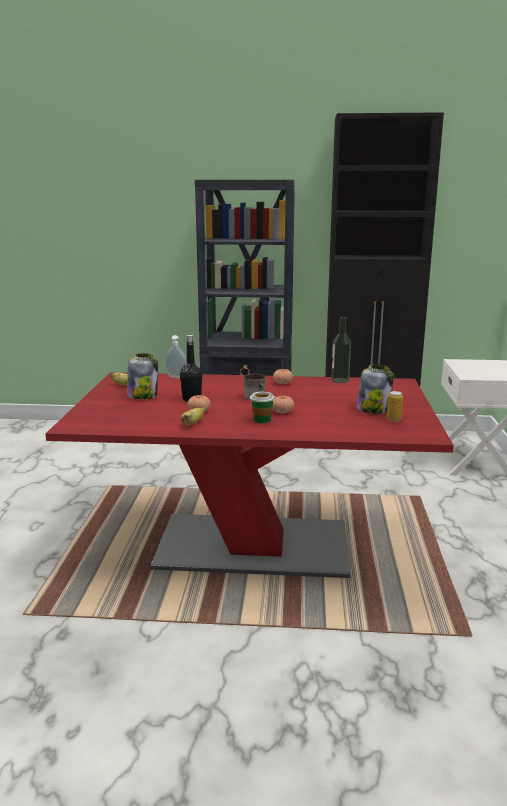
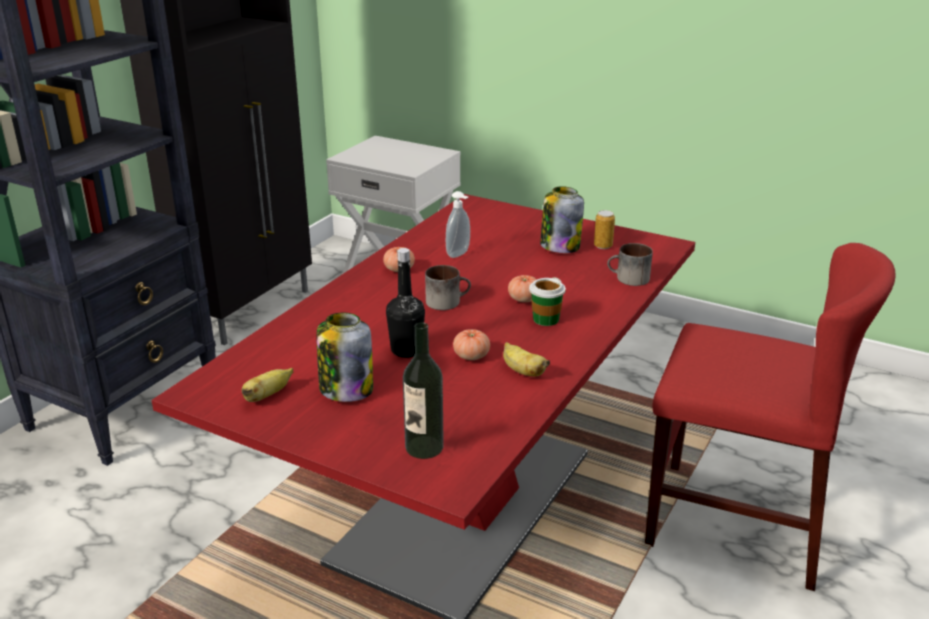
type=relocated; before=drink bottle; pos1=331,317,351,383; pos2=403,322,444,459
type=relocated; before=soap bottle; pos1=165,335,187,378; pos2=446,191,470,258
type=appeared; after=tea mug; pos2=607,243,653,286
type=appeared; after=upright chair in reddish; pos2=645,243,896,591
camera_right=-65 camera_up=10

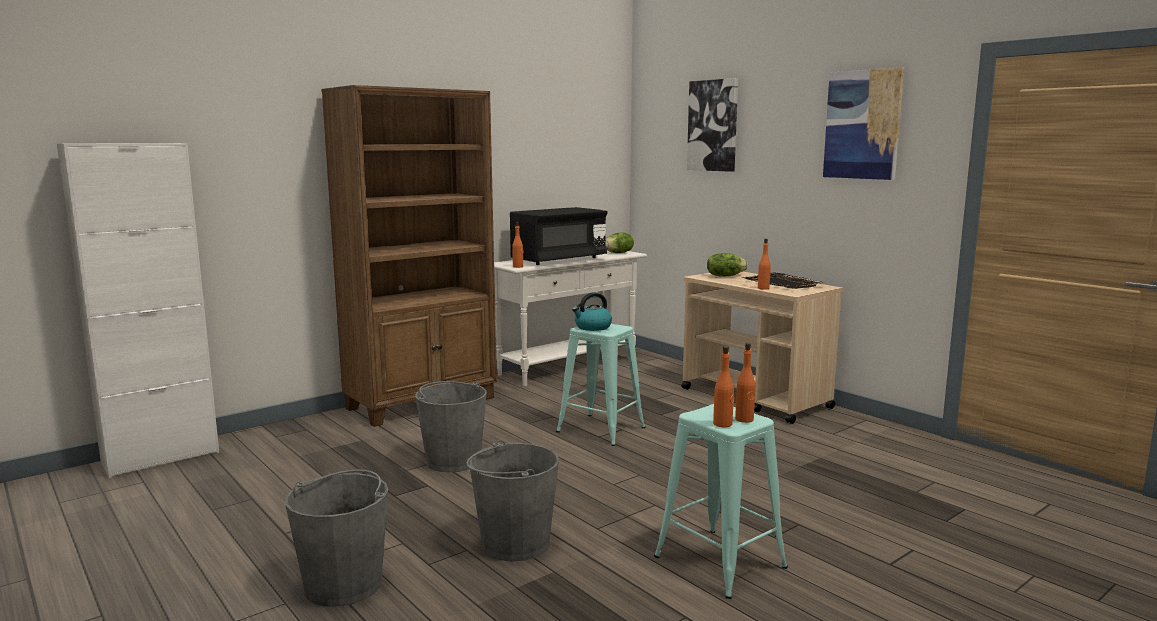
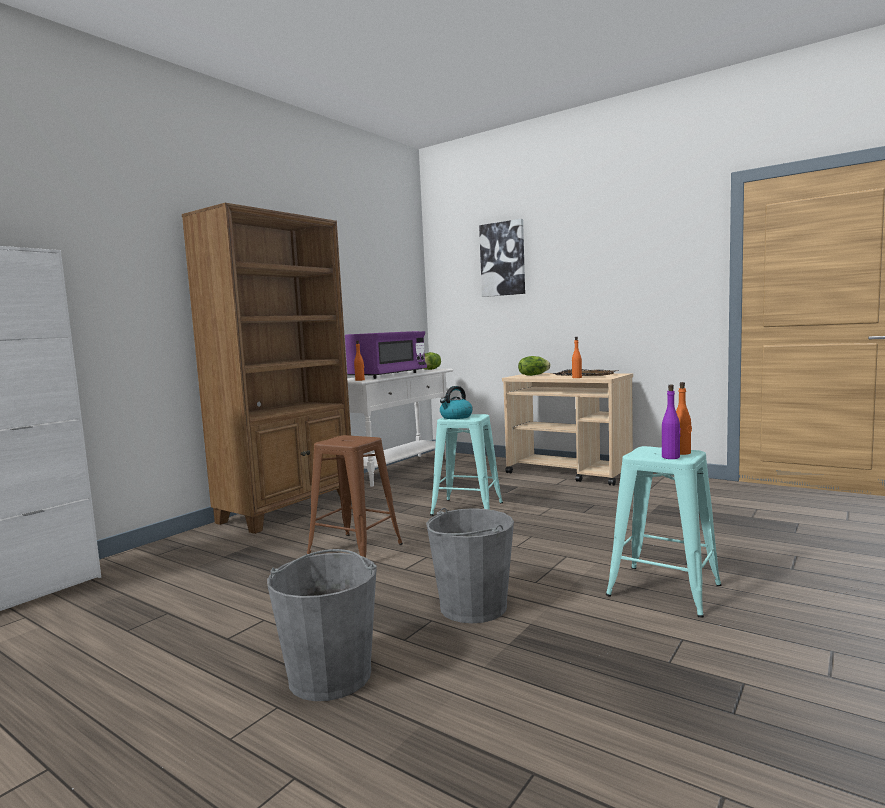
type=exchanged; before=bucket in greyish; after=sitting stool in brown; pos1=415,381,487,472; pos2=306,435,403,557
type=colour; before=microwave in black-coloured; after=microwave in purple-coloured; pos1=510,207,607,265; pos2=345,331,427,379
type=colour; before=drink bottle in orangey; after=drink bottle in purple-coloured; pos1=713,346,734,427; pos2=662,384,681,459
type=missing; before=picture; pos1=823,67,904,180
camera_right=-15 camera_up=-5

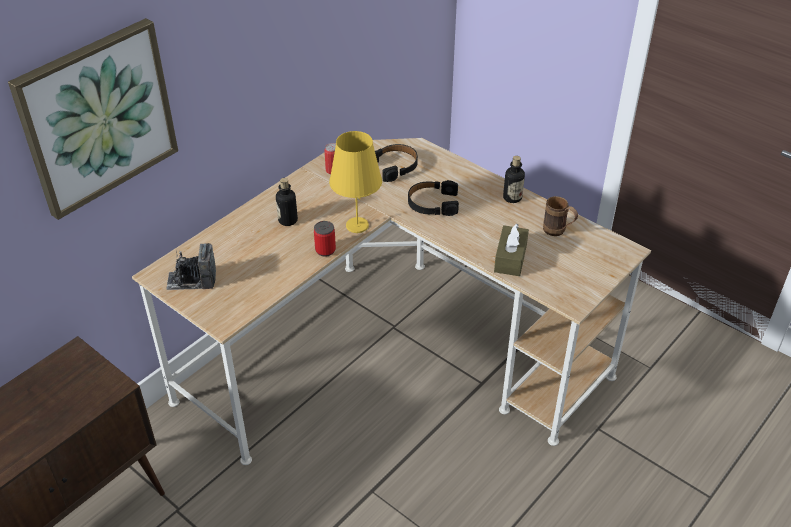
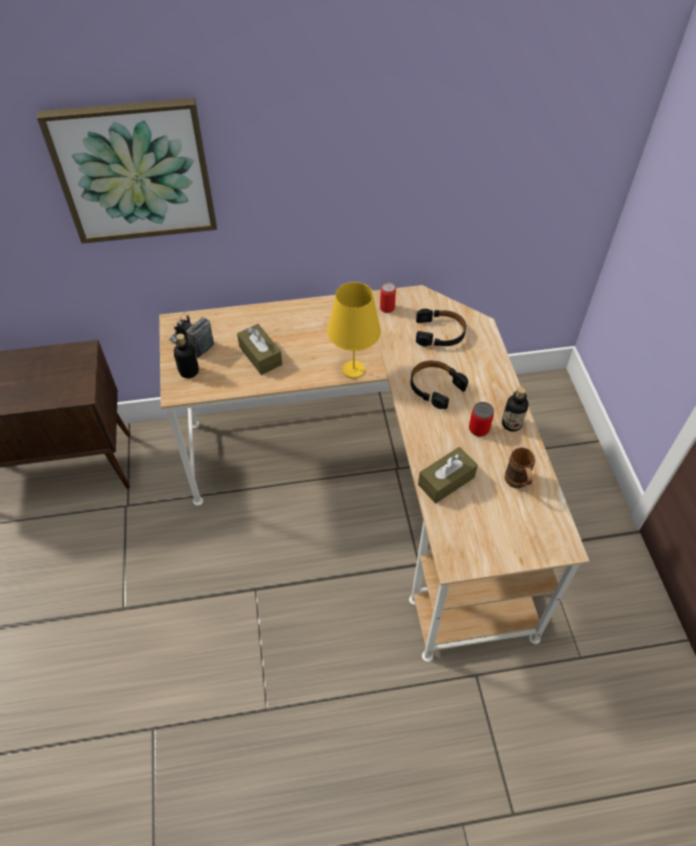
type=relocated; before=drink bottle; pos1=276,178,298,226; pos2=174,334,199,378
type=appeared; after=box of tissues in brown; pos2=237,324,282,375
type=relocated; before=metal can; pos1=314,221,336,257; pos2=469,402,494,437
camera_right=40 camera_up=10

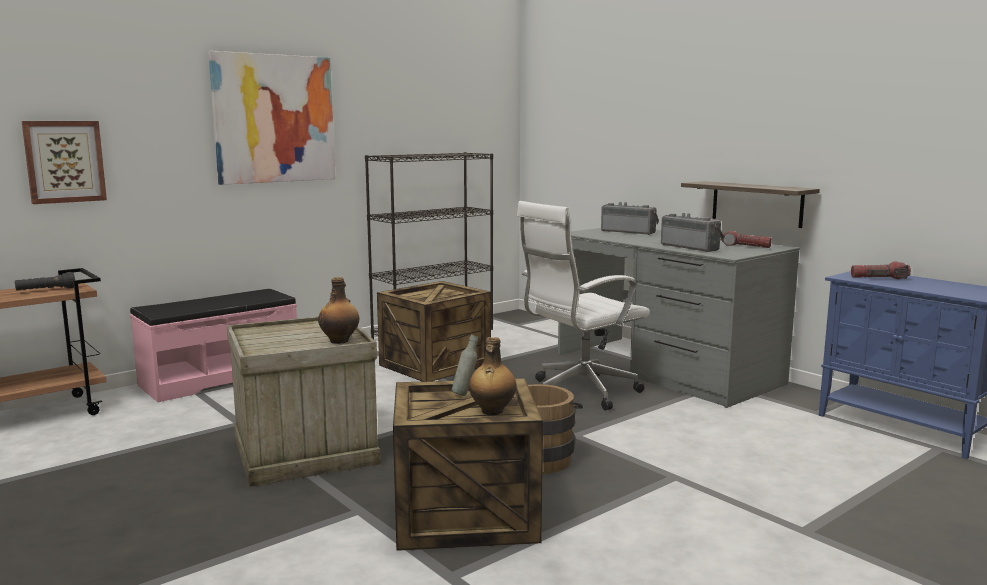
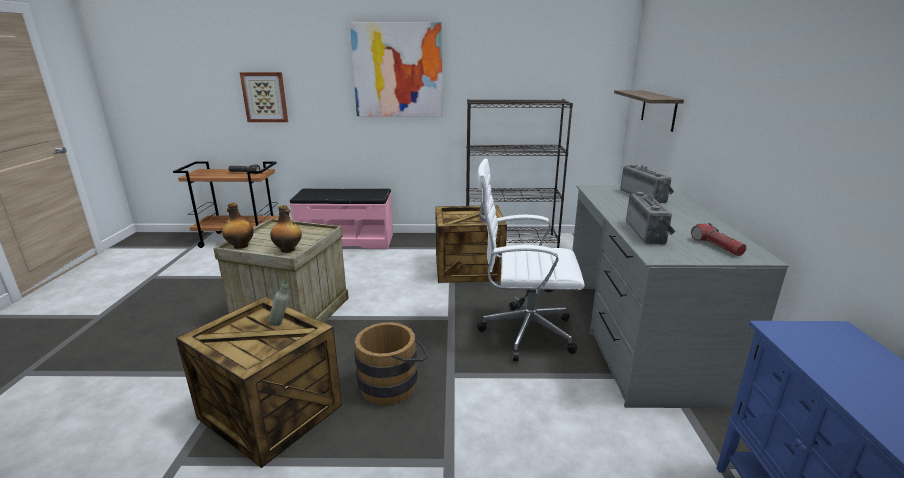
type=relocated; before=drink bottle; pos1=469,337,517,415; pos2=222,202,254,249
type=relocated; before=bracket shelf; pos1=681,181,820,228; pos2=614,90,684,132
type=missing; before=hand torch; pos1=851,262,911,279
camera_right=40 camera_up=10

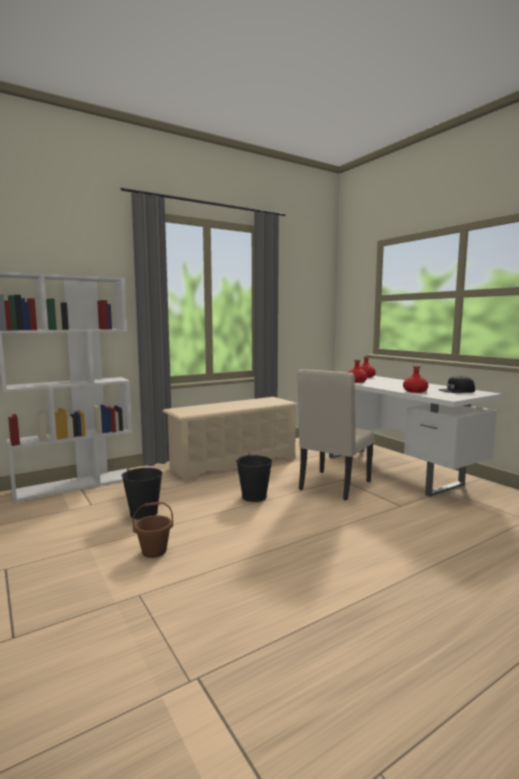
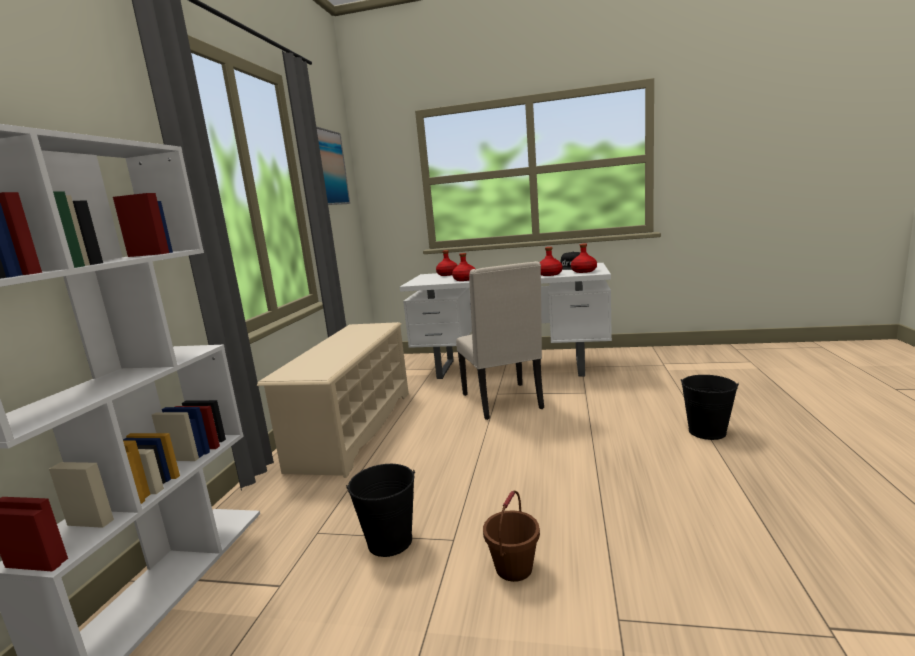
type=appeared; after=picture; pos2=316,126,350,205
type=appeared; after=drink bottle in reddish; pos2=571,244,597,273
type=relocated; before=bucket in black-coloured; pos1=236,454,272,502; pos2=681,375,739,440
camera_right=-45 camera_up=5

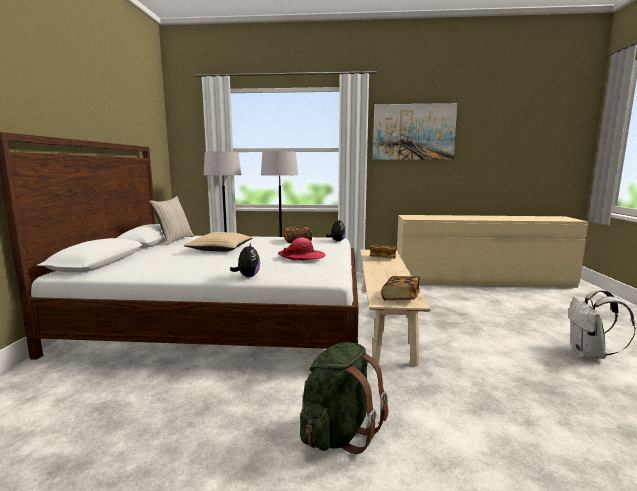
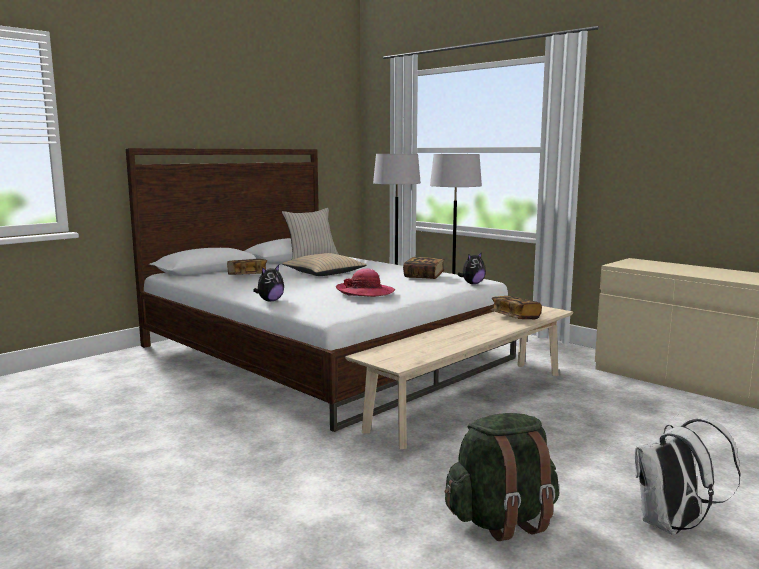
type=relocated; before=bound book; pos1=381,276,420,301; pos2=227,259,267,275
type=relocated; before=rucksack in green; pos1=300,342,388,454; pos2=444,413,559,541
type=missing; before=picture; pos1=373,103,457,160
camera_right=40 camera_up=0

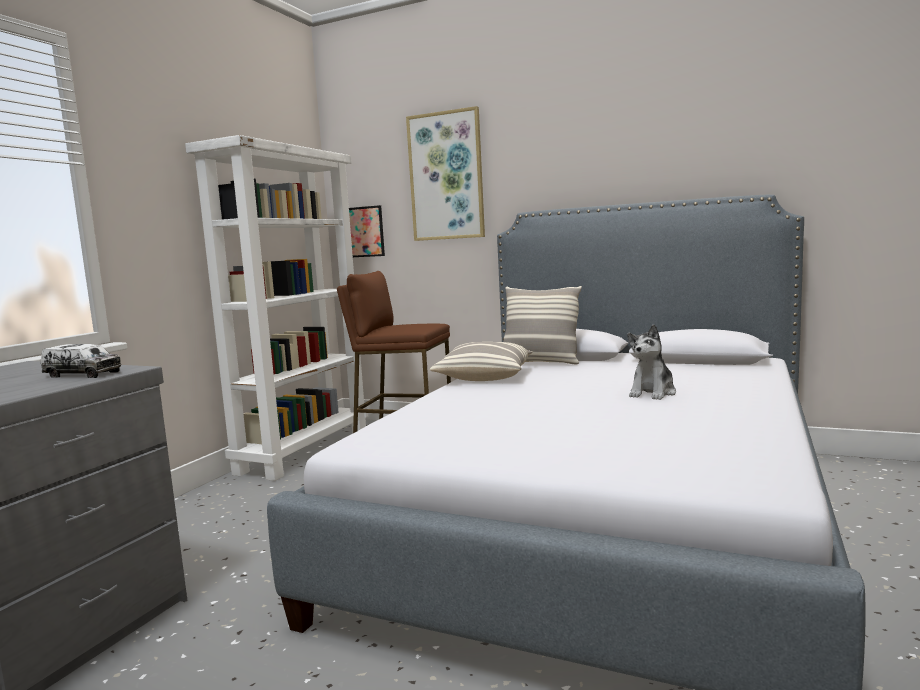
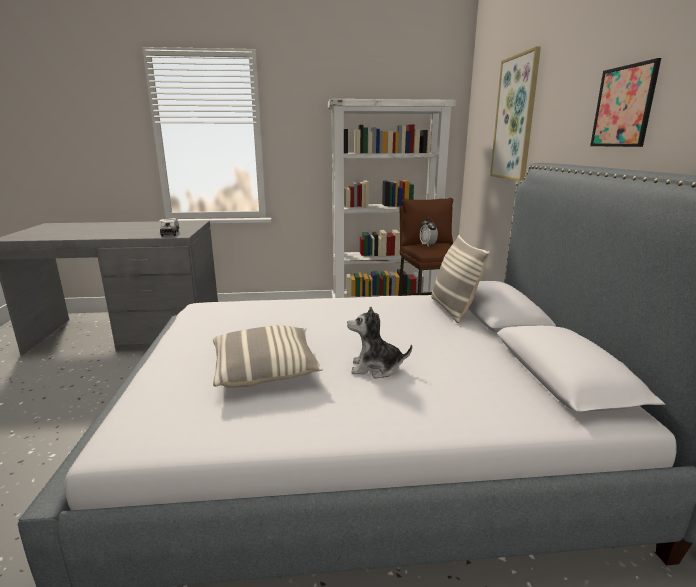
type=relocated; before=throw pillow; pos1=430,342,533,381; pos2=213,325,323,388
type=appeared; after=bedside clock; pos2=420,218,438,246
type=relocated; before=picture; pos1=349,205,385,257; pos2=590,58,661,147
camera_right=60 camera_up=10

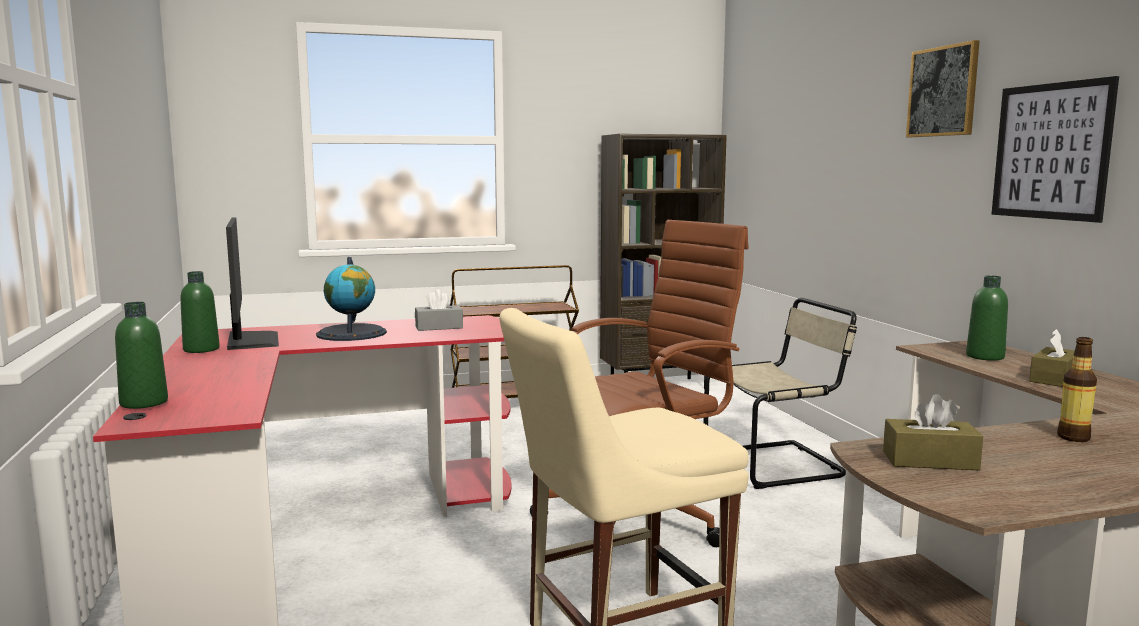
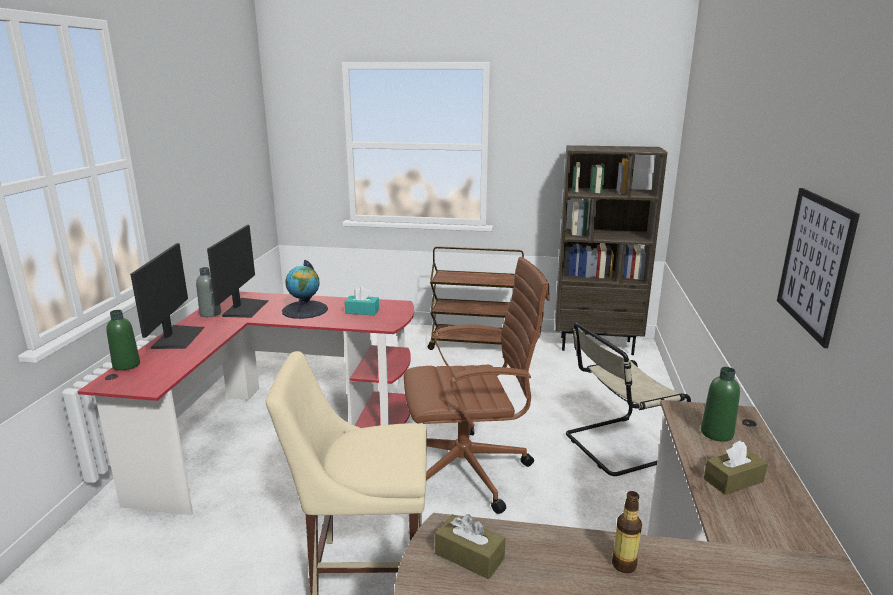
type=appeared; after=computer screen; pos2=130,243,205,349
type=colour; before=drink bottle in green; after=drink bottle in greyish; pos1=180,271,220,353; pos2=196,267,221,317
type=colour; before=box of tissues in greyish; after=box of tissues in turquoise-coloured; pos1=415,289,463,331; pos2=345,286,379,315
type=spun; before=upright chair in beige; pos1=703,298,857,489; pos2=566,322,691,476; turn=150
type=missing; before=picture; pos1=906,40,980,137
camera_right=25 camera_up=10

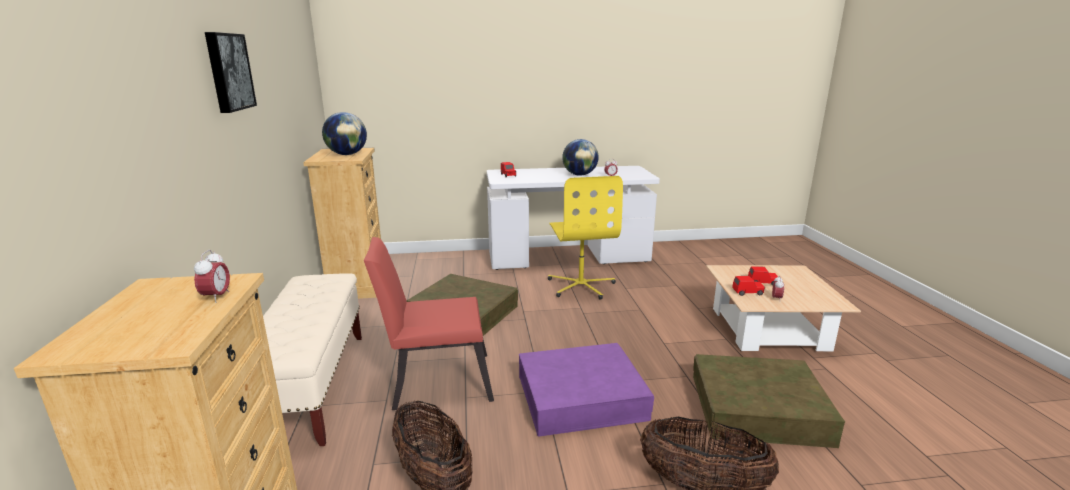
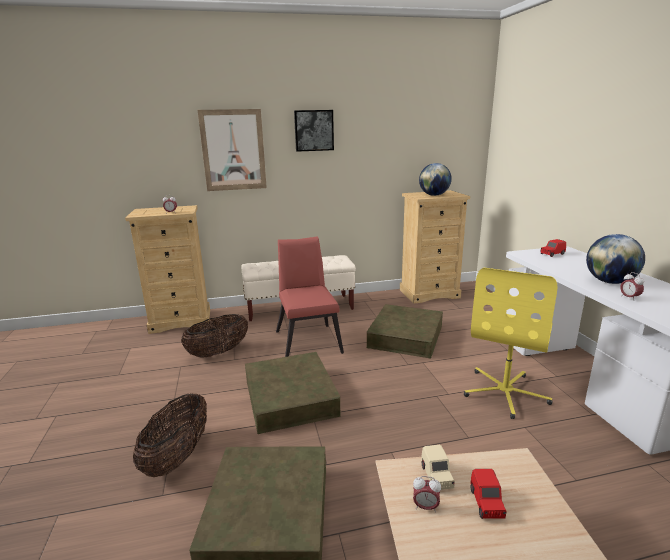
type=appeared; after=picture; pos2=198,109,267,191
type=colour; before=storage bin in purple-coloured; after=storage bin in brown; pos1=519,343,654,437; pos2=245,352,341,434
type=colour; before=toy car in reddish; after=toy car in beige; pos1=732,276,765,296; pos2=421,445,455,490
type=spun; before=computer chair in yellowish; pos1=548,176,623,300; pos2=464,268,557,419; turn=-45
camera_right=85 camera_up=0

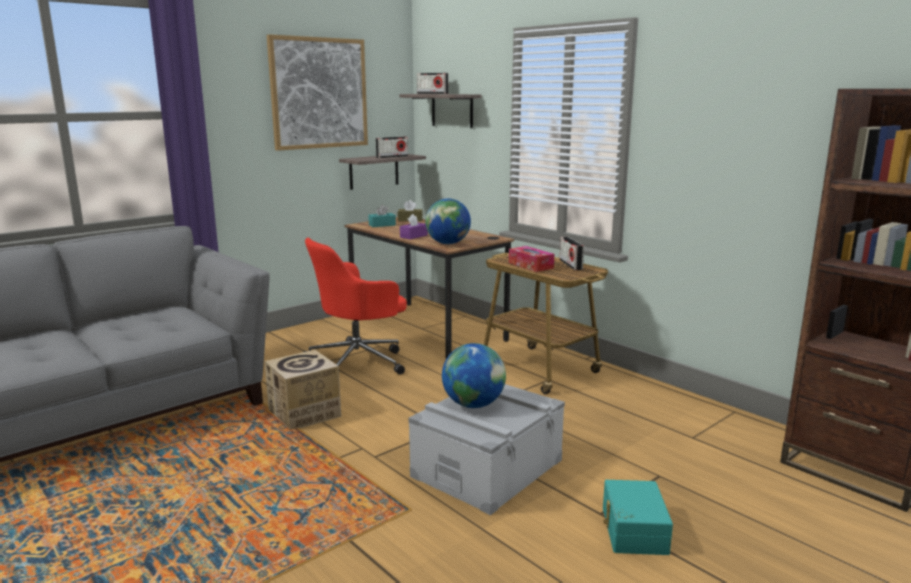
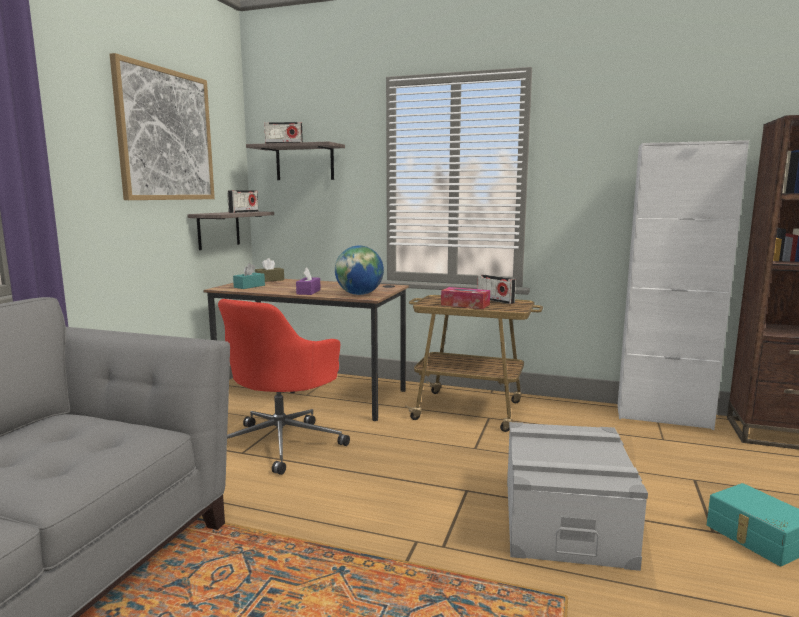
type=appeared; after=storage cabinet in whitish; pos2=617,140,749,430
type=missing; before=carton; pos1=265,350,341,430
type=missing; before=desk globe; pos1=442,343,506,408
camera_right=-30 camera_up=-5

